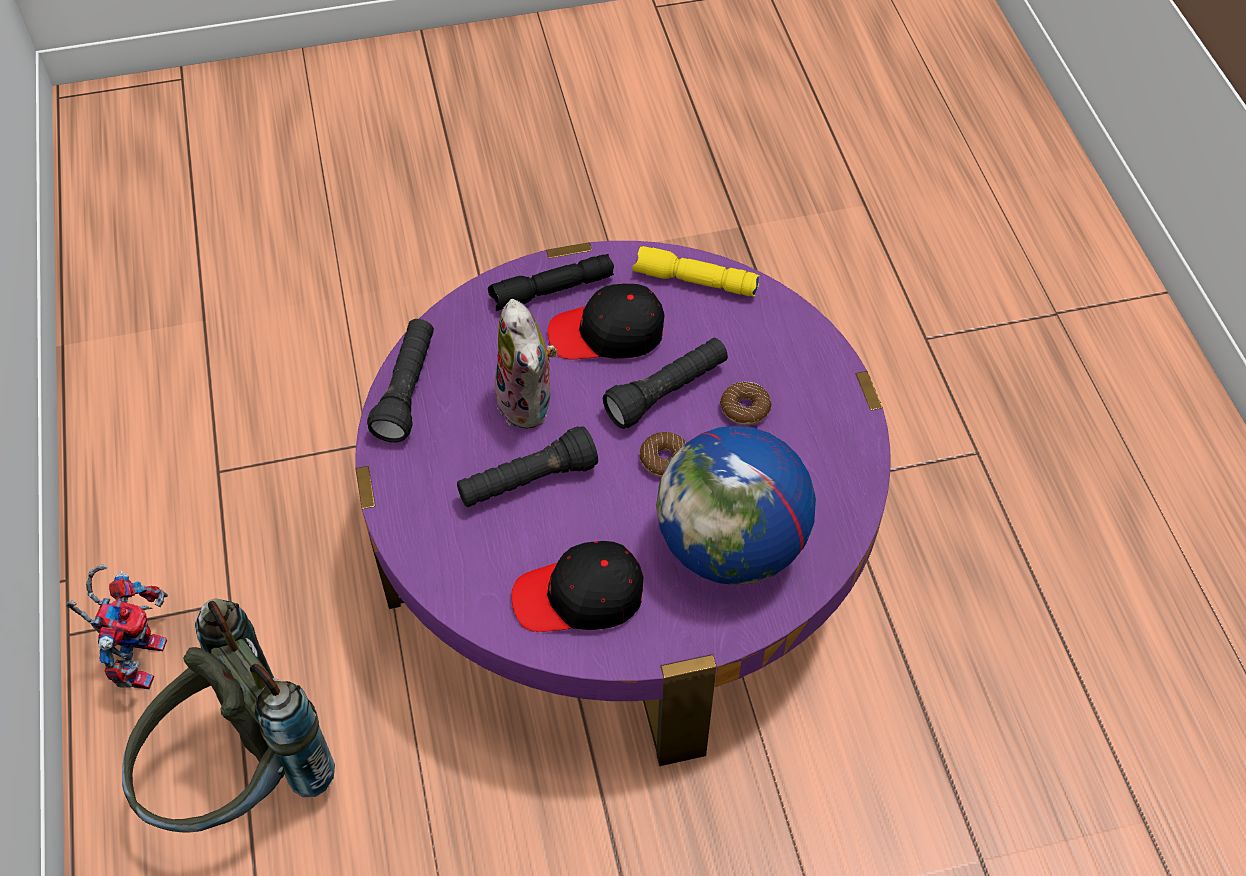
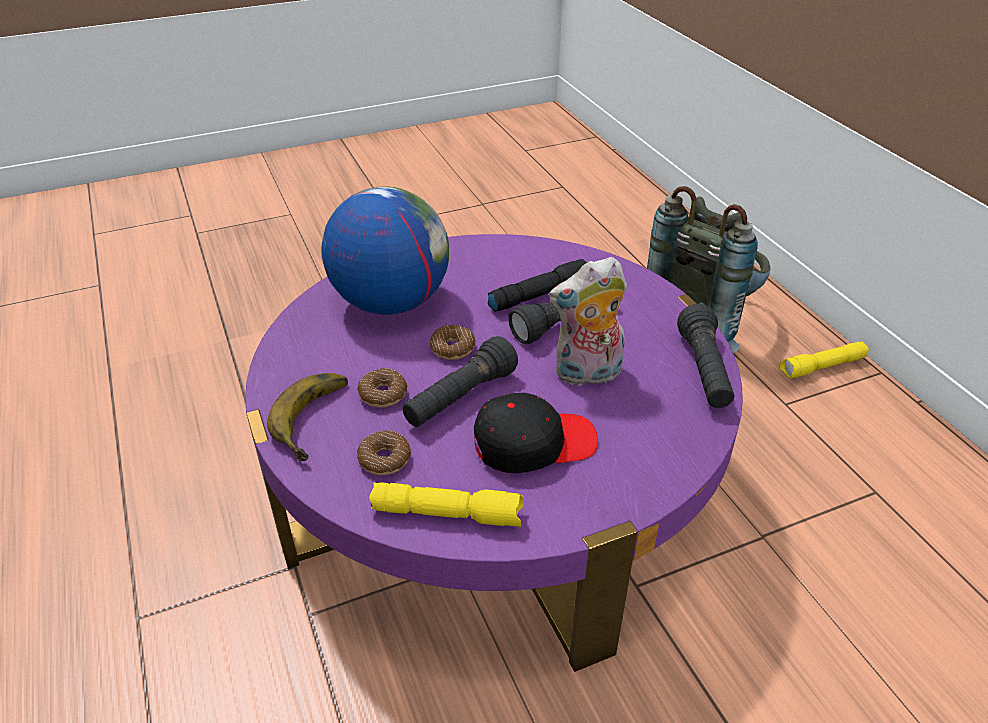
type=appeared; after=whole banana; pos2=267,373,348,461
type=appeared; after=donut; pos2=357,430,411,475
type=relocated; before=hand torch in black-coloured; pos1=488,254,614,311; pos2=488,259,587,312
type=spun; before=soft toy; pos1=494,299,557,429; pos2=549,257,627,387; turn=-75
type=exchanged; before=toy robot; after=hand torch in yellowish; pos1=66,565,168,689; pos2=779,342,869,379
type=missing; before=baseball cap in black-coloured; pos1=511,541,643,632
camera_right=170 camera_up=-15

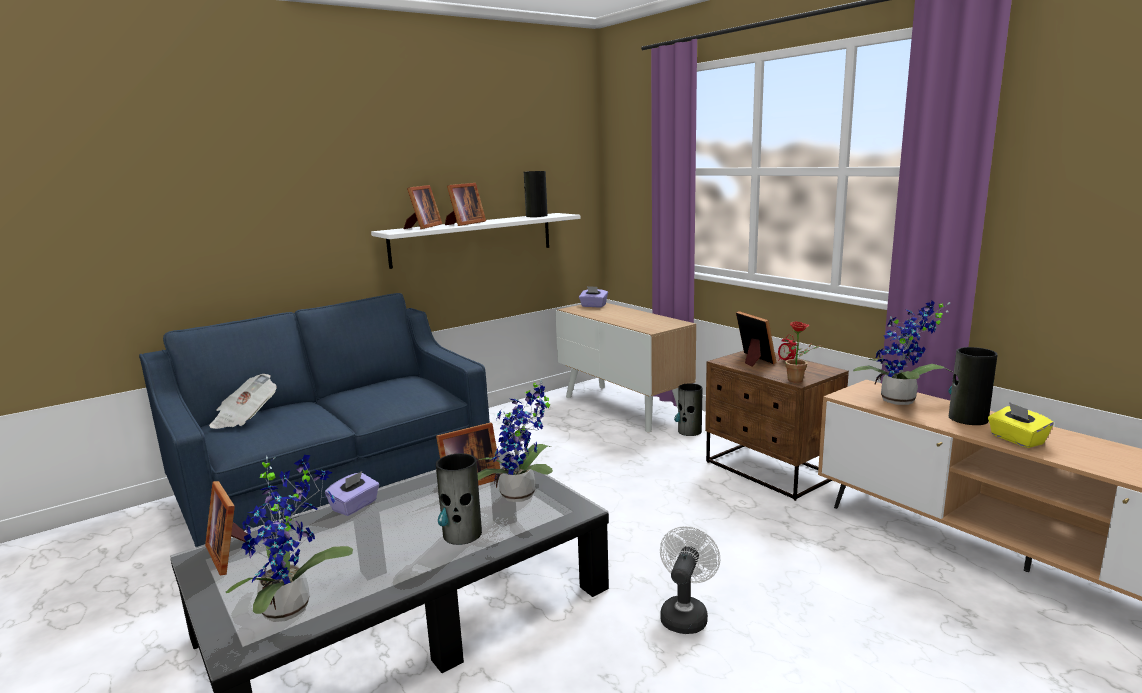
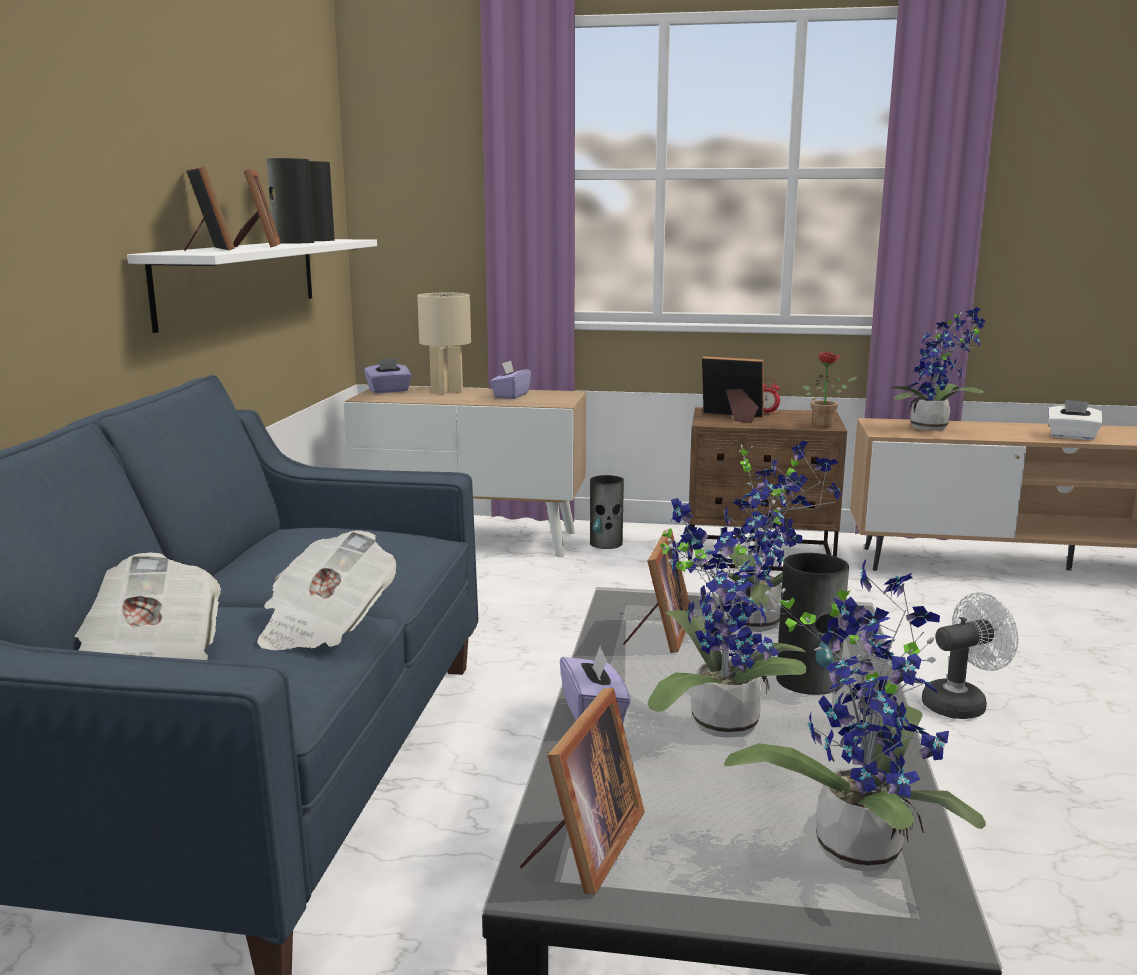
type=appeared; after=daily paper; pos2=257,530,396,650
type=relocated; before=vase; pos1=948,347,998,425; pos2=267,158,314,244
type=appeared; after=tabletop lamp in beige; pos2=417,292,471,394
type=appeared; after=box of tissues in purple-coloured; pos2=490,361,531,399
type=spun; before=standing frame; pos1=205,481,250,575; pos2=520,688,645,894; turn=-75
type=appeared; after=houseplant; pos2=648,498,807,738
type=spun; before=electric fan in whitish; pos1=660,526,720,634; pos2=922,592,1018,719; turn=90
type=colour; before=box of tissues in yellowish; after=box of tissues in whitish; pos1=988,402,1054,448; pos2=1048,400,1102,440
camera_right=-45 camera_up=0

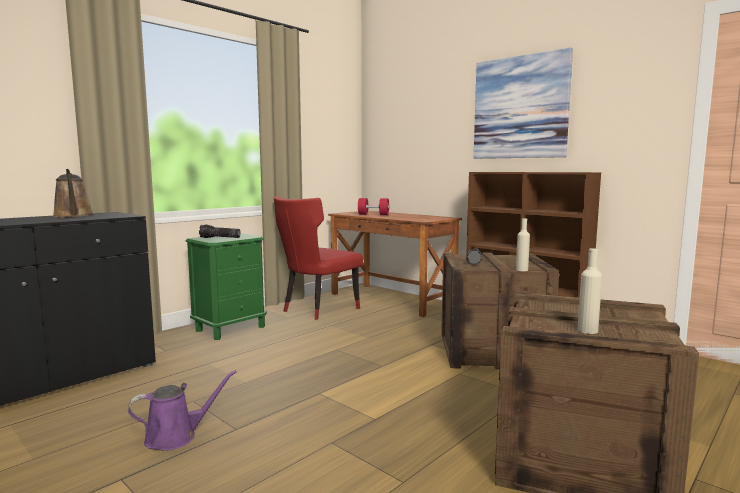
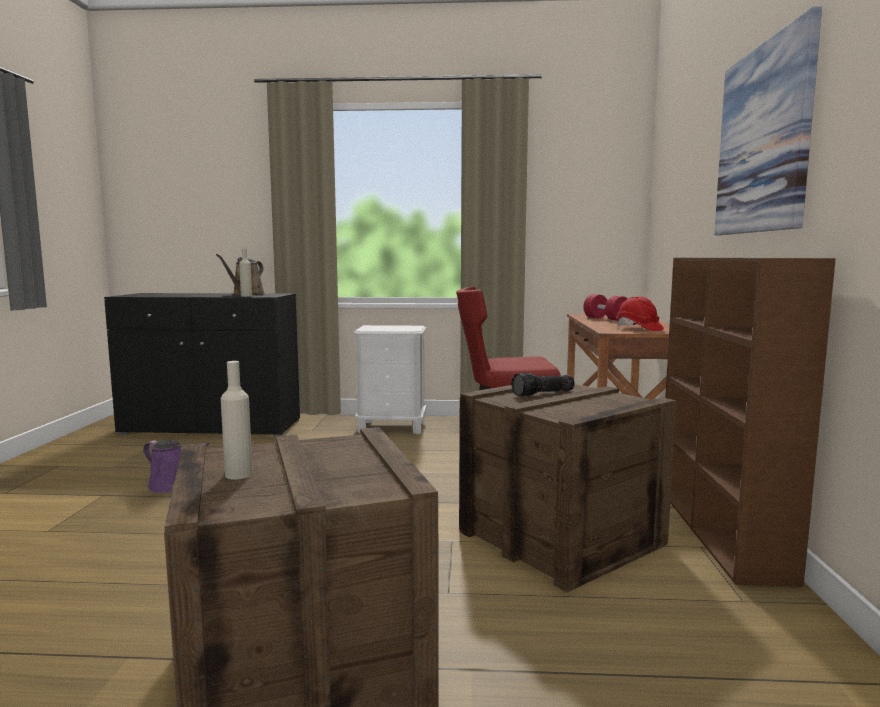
type=relocated; before=drink bottle in beige; pos1=516,219,530,271; pos2=239,248,252,297
type=colour; before=bedside table in green; after=bedside table in whitish; pos1=185,233,267,340; pos2=353,325,426,434
type=appeared; after=hard hat in reddish; pos2=616,296,664,331
type=missing; before=hand torch; pos1=199,224,240,238
camera_right=50 camera_up=0

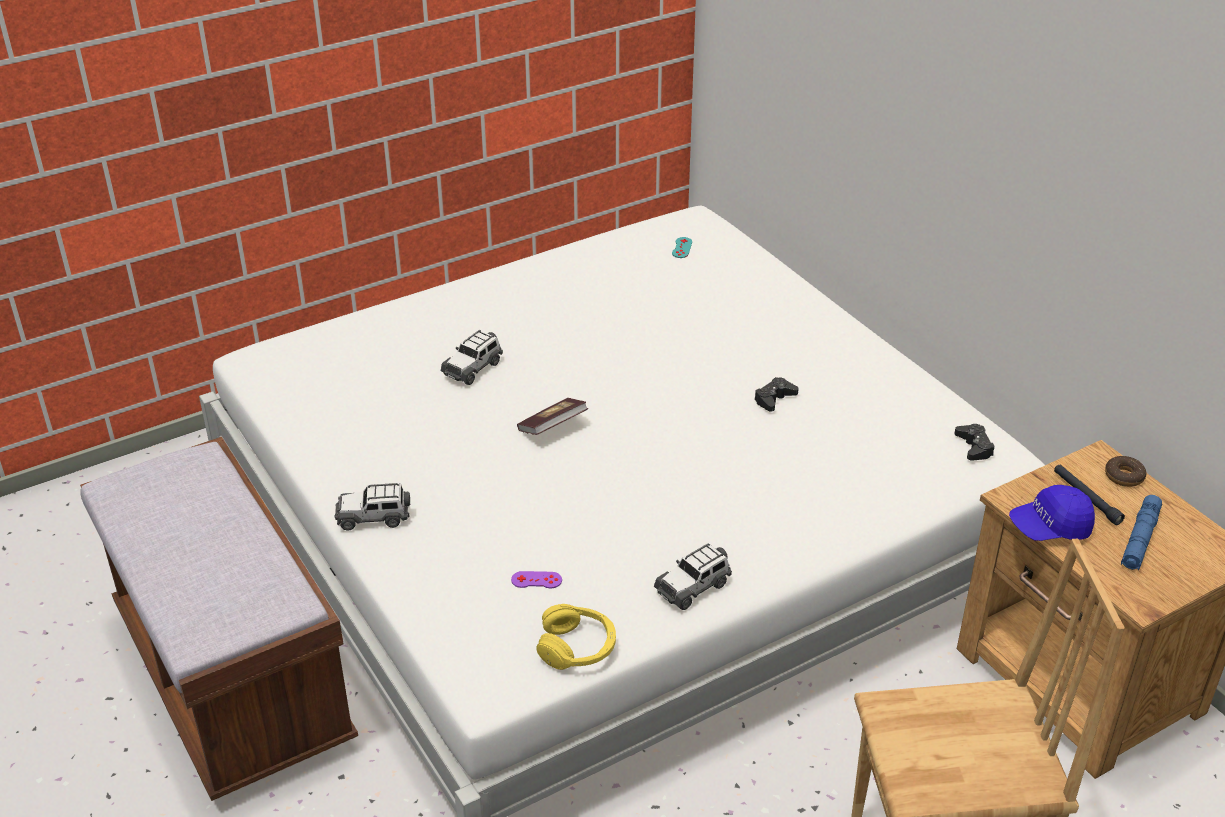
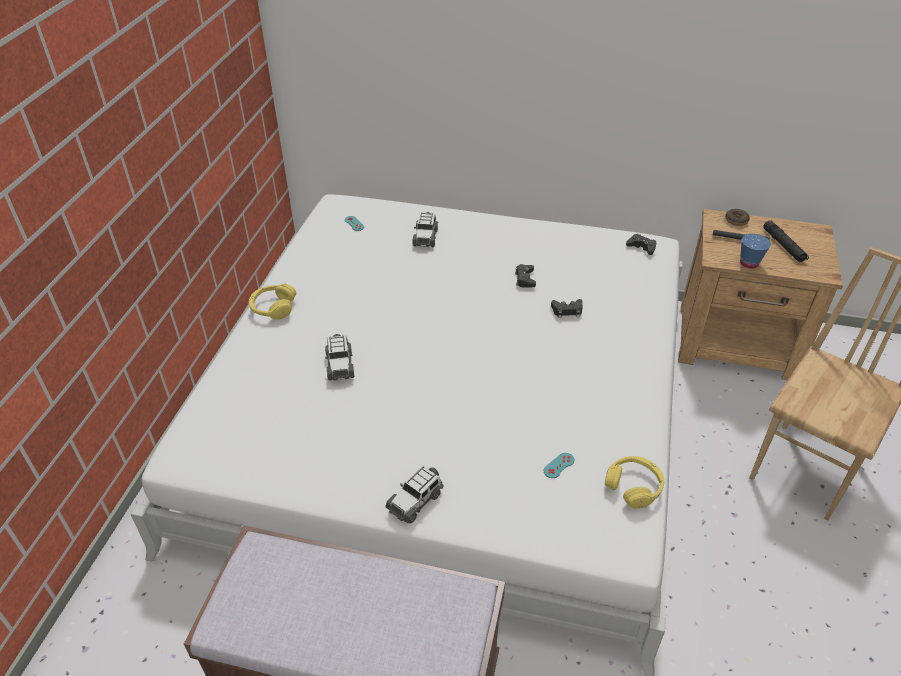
type=appeared; after=headset in yellowish; pos2=249,284,296,320
type=relocated; before=toy car; pos1=654,543,732,610; pos2=412,212,438,247
type=colour; before=gamepad in purple-coloured; after=gamepad in turquoise-coloured; pos1=511,571,562,588; pos2=543,453,574,478
type=appeared; after=gamepad in black-coloured; pos2=551,299,583,318
type=exchanged; before=baseball cap in blue-coloured; after=drinking cup in blue-coloured; pos1=1009,485,1095,541; pos2=740,234,771,269
type=colour; before=hand torch in blue-coloured; after=hand torch in black-coloured; pos1=1121,495,1162,570; pos2=763,220,809,262
type=missing; before=bound book; pos1=517,398,589,435
camera_right=-45 camera_up=5

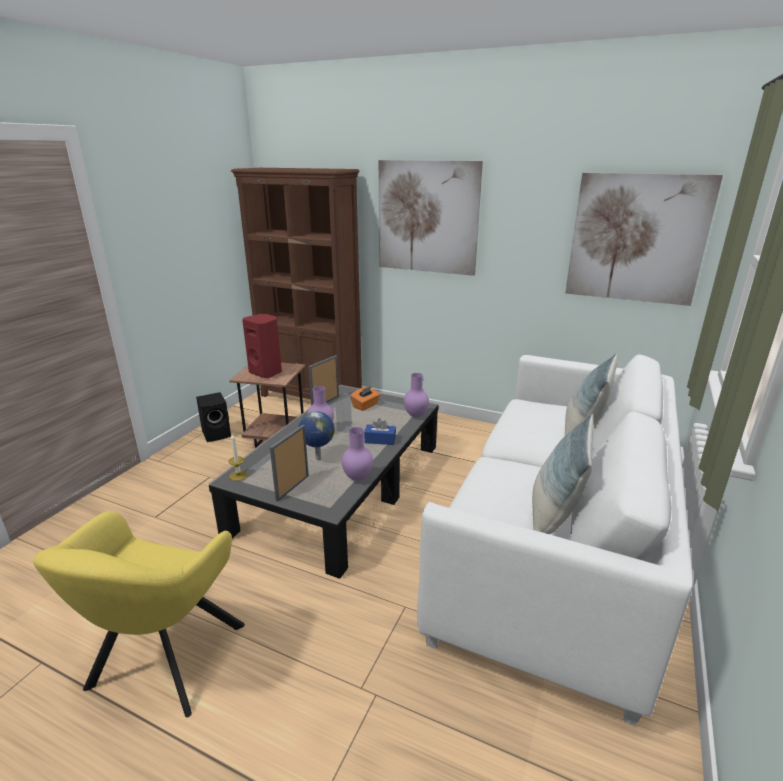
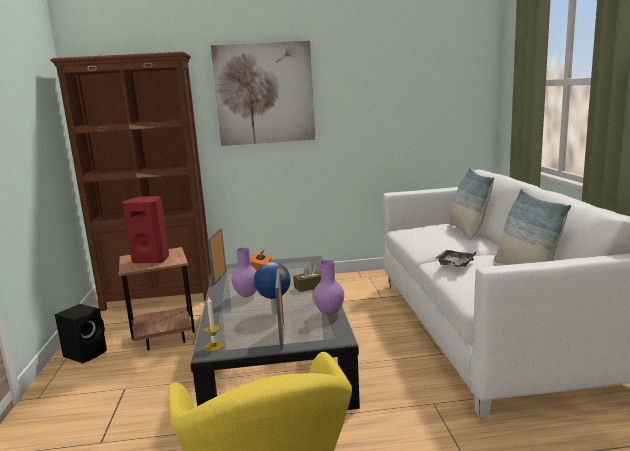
type=colour; before=box of tissues in blue-coloured; after=box of tissues in brown; pos1=364,418,396,445; pos2=293,264,321,292
type=appeared; after=serving tray in greyish; pos2=435,250,476,267
type=missing; before=vase in purple-coloured; pos1=404,373,429,417
type=missing; before=picture; pos1=565,173,723,306
camera_right=-30 camera_up=-10

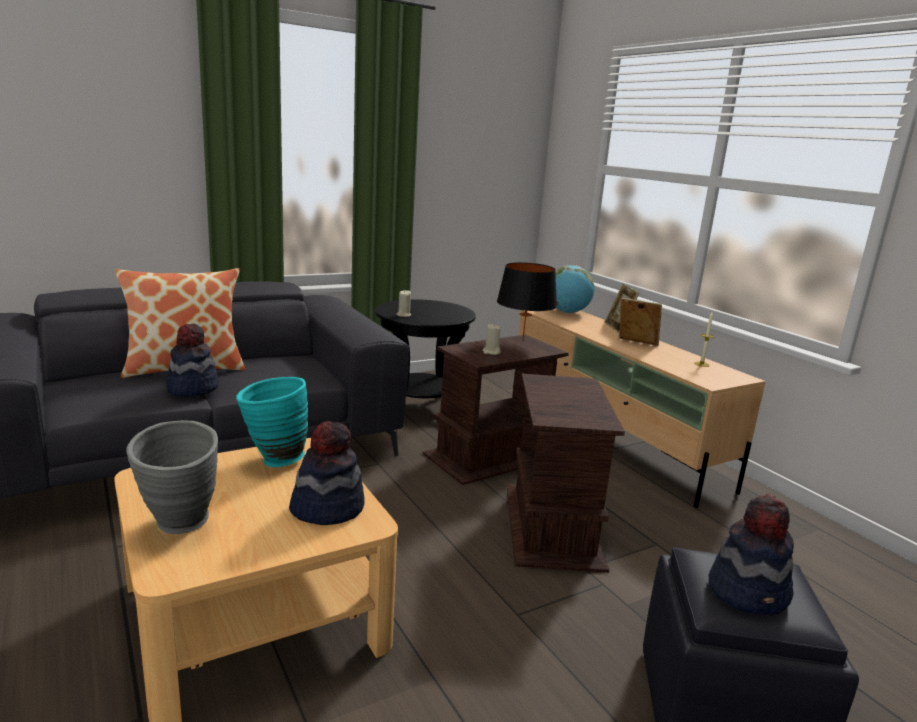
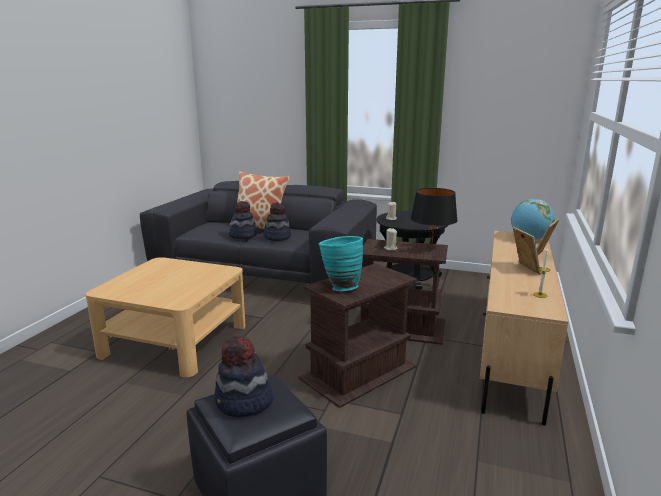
type=relocated; before=wearable hat; pos1=289,421,365,525; pos2=264,202,291,241
type=relocated; before=vase in turquoise-coloured; pos1=236,377,308,467; pos2=319,236,363,291
type=missing; before=vase in greyish; pos1=126,420,218,534
camera_right=50 camera_up=0

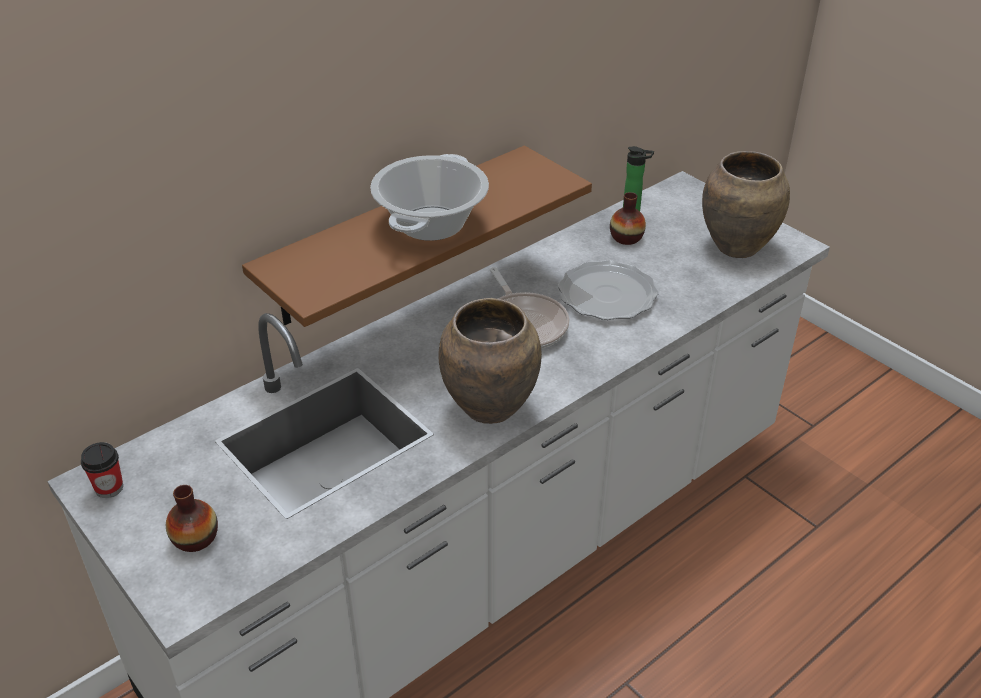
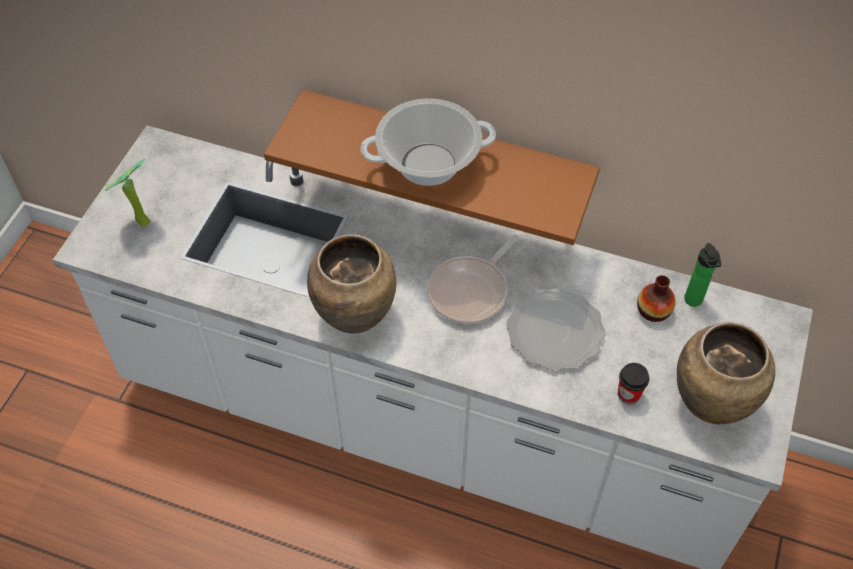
type=exchanged; before=vase; after=houseplant; pos1=166,485,218,552; pos2=105,158,151,228
type=relocated; before=drinking cup; pos1=81,442,123,498; pos2=618,363,649,405
camera_right=60 camera_up=15

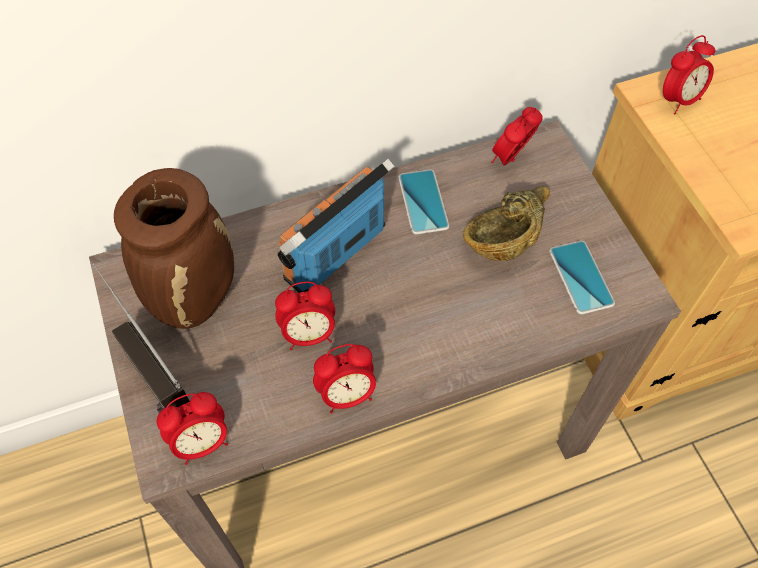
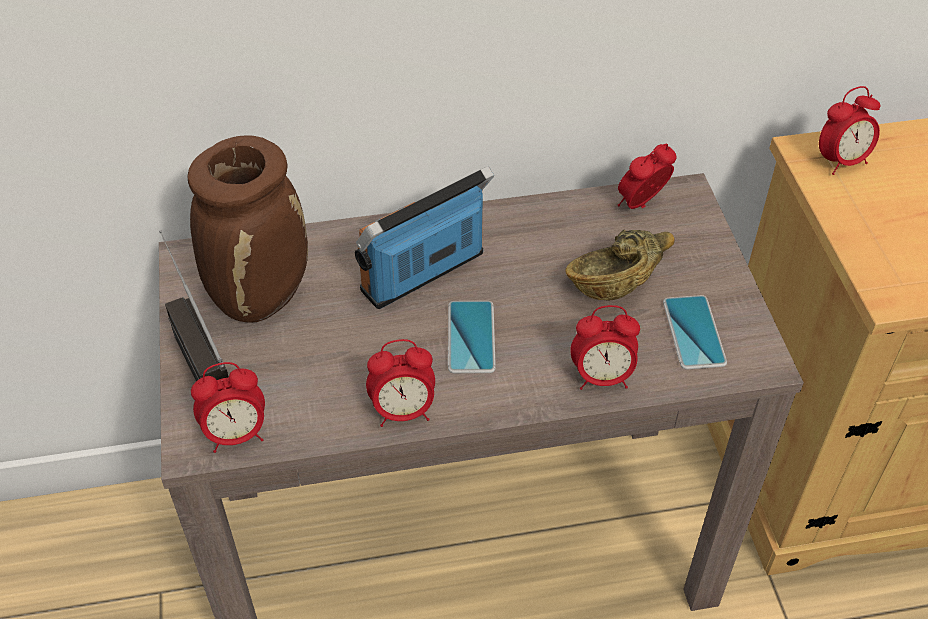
type=relocated; before=telephone; pos1=398,170,450,235; pos2=448,301,496,373
type=relocated; before=bedside clock; pos1=275,282,335,350; pos2=570,305,640,390
camera_right=10 camera_up=-10

